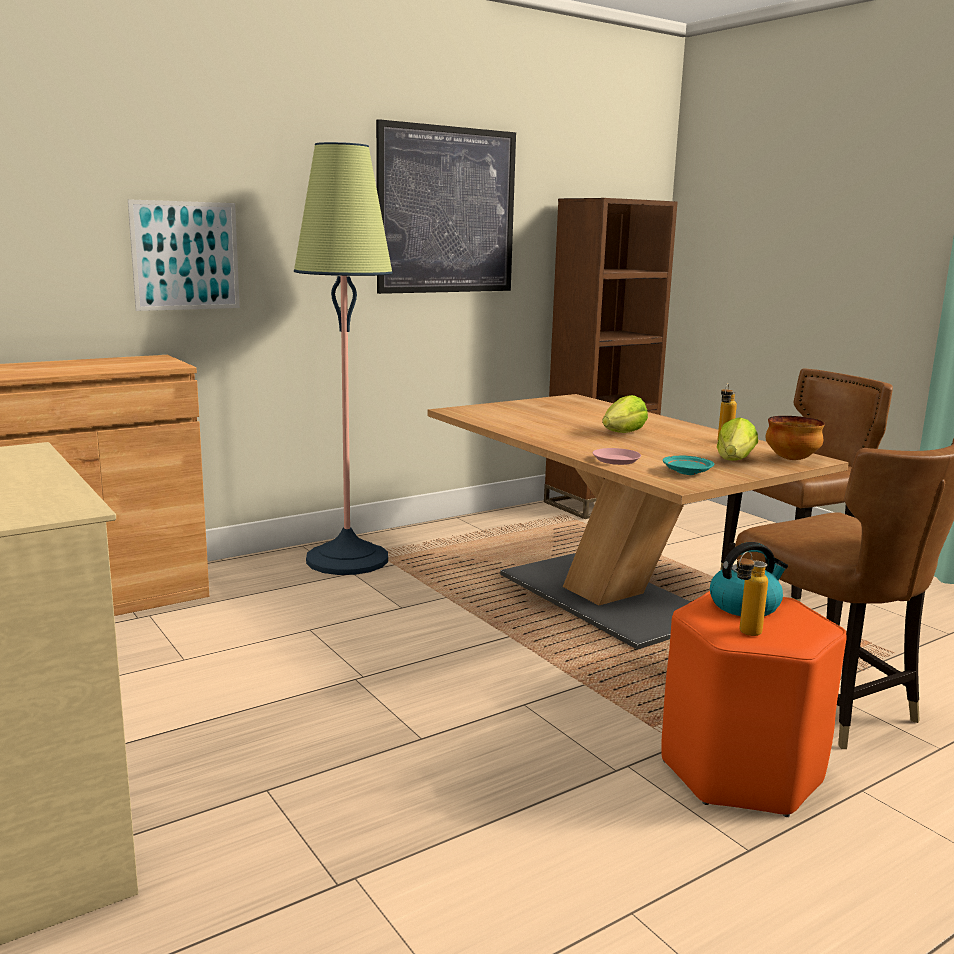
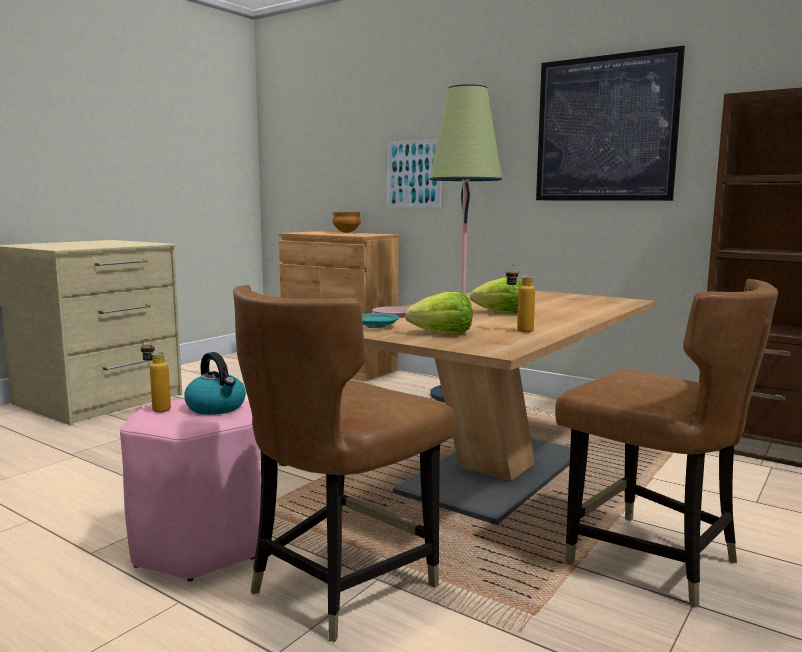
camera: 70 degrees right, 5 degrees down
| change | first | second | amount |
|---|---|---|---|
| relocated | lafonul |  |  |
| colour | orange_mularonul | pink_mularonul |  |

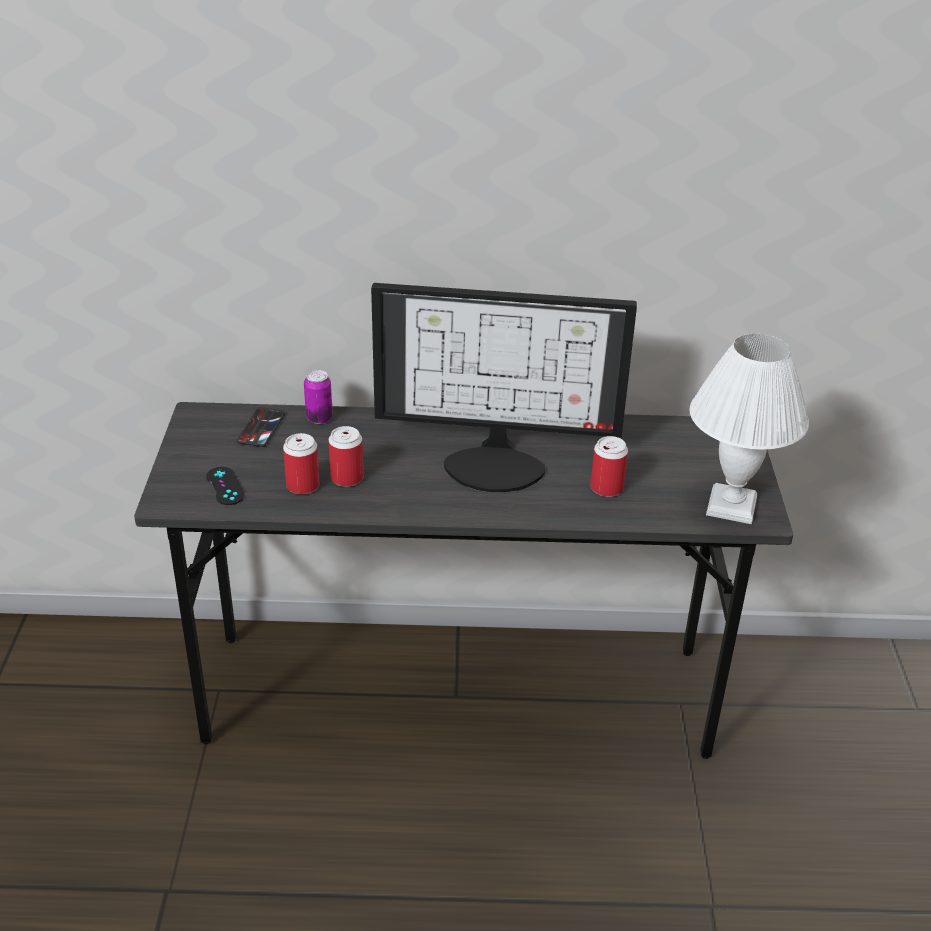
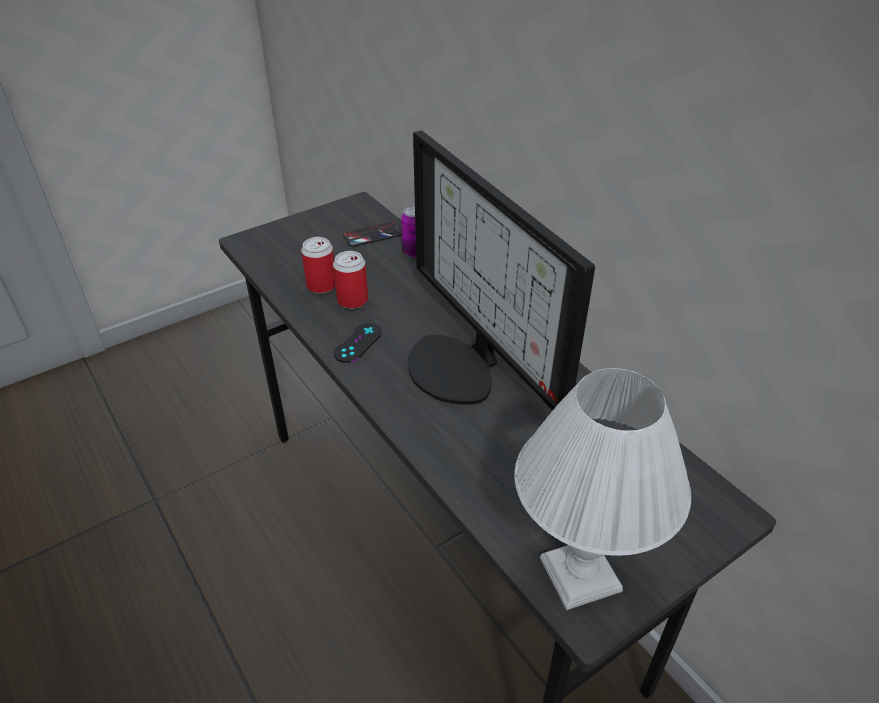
camera: 55 degrees right, 5 degrees up
| change | first | second | amount |
|---|---|---|---|
| missing | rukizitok (no. 4 from left) |  |  |
| relocated | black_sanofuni |  |  |

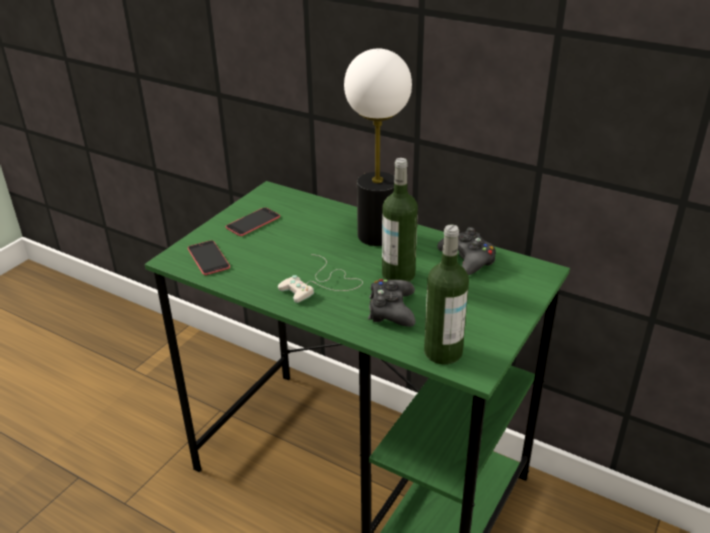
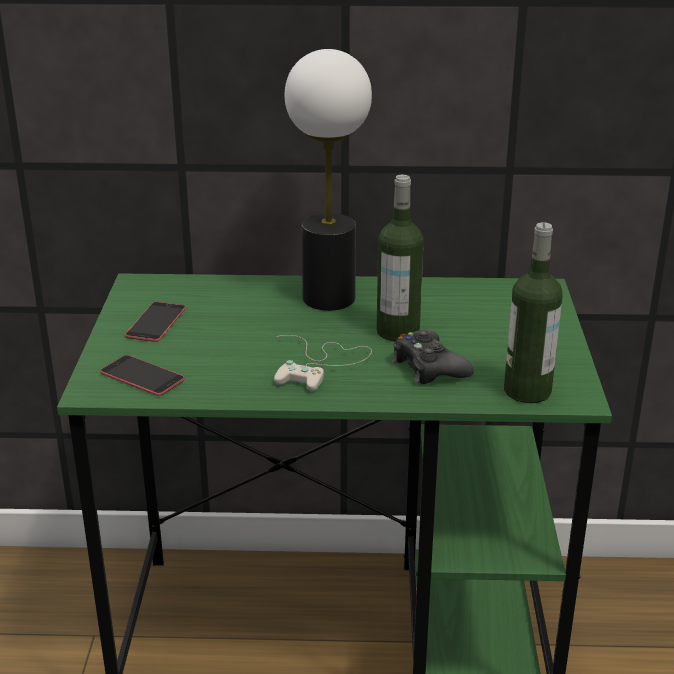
camera: 30 degrees left, 5 degrees down
| change | first | second | amount |
|---|---|---|---|
| missing | black_sanofuni (no. 2 from left) |  |  |

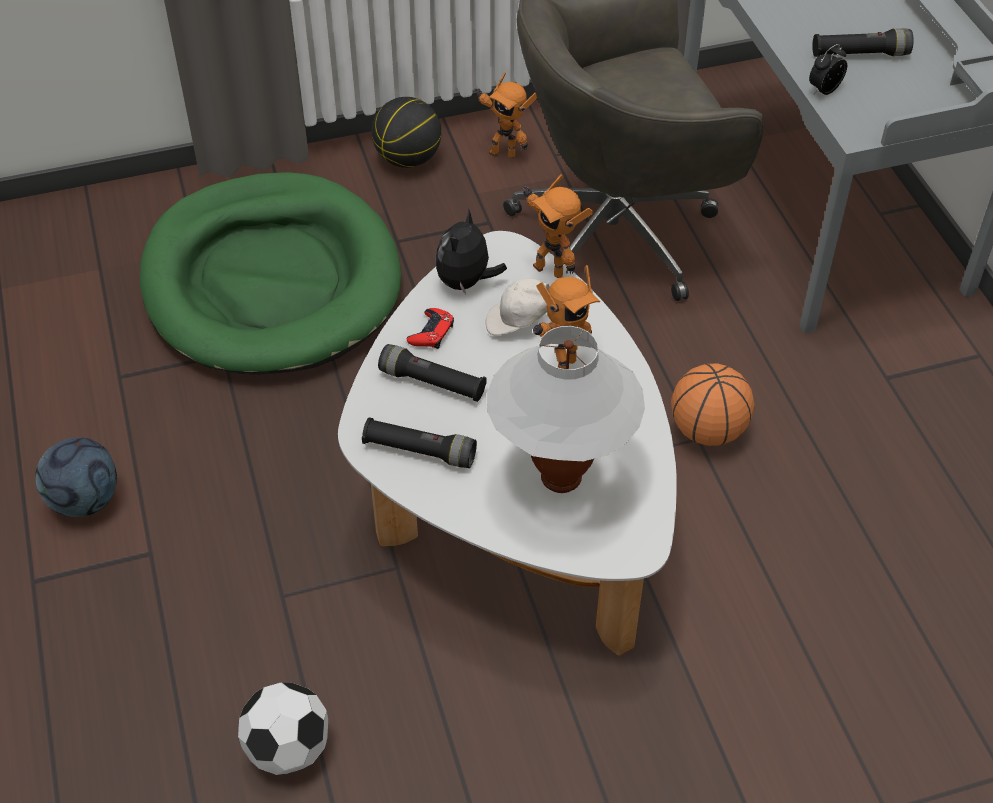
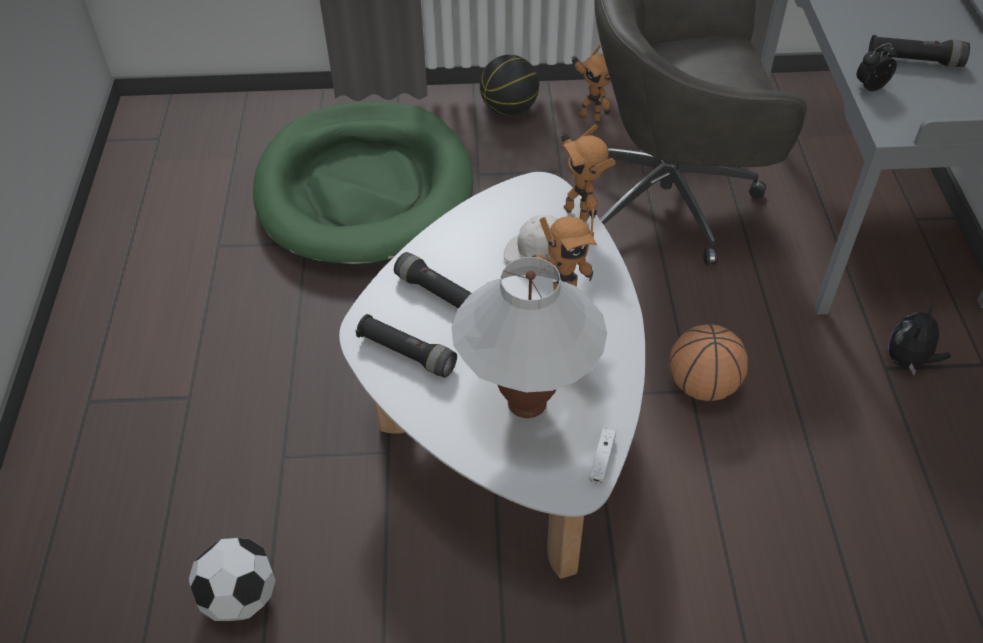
camera: 15 degrees right, 0 degrees up
| change | first | second | amount |
|---|---|---|---|
| relocated | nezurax |  |  |
| missing | red_sanofuni |  |  |
| missing | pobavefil (no. 1 from left) |  |  |
| appeared |  | white_sanofuni |  |

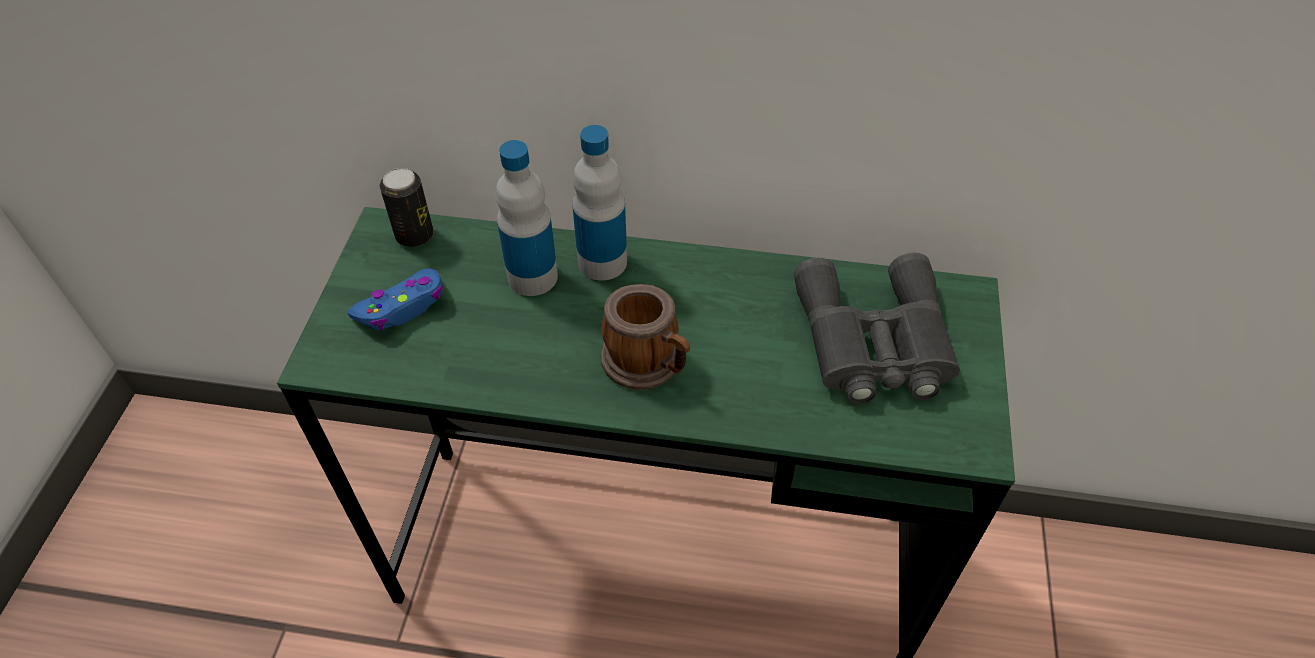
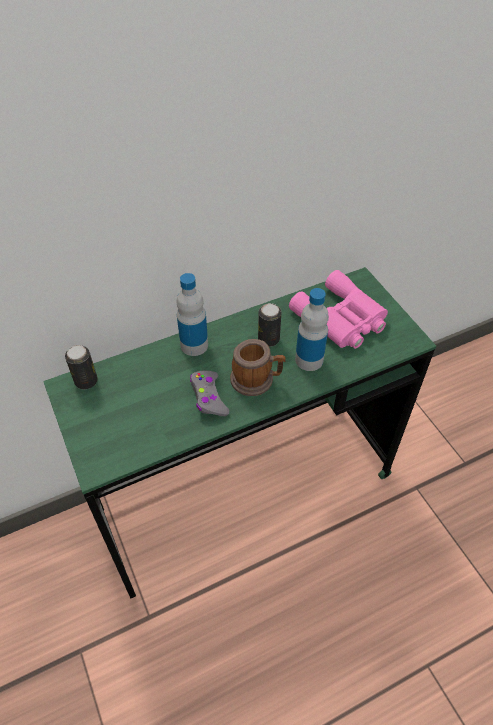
camera: 35 degrees left, 0 degrees up
| change | first | second | amount |
|---|---|---|---|
| relocated | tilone (no. 1 from left in the first image) | tilone (no. 2 from left) |  |
| colour | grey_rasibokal | pink_rasibokal |  |
| missing | blue_sanofuni |  |  |
| appeared |  | rukizitok (no. 2 from left) |  |
| appeared |  | grey_sanofuni |  |

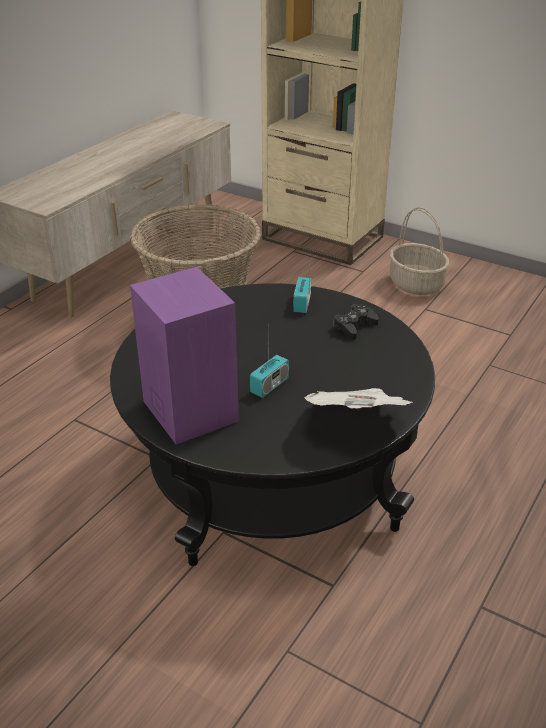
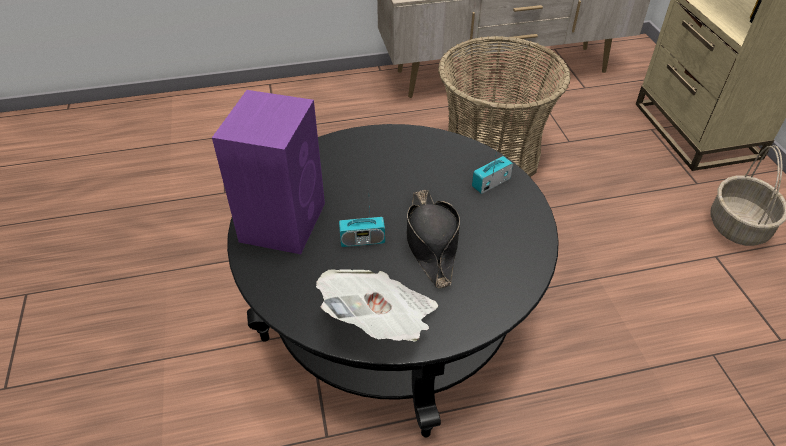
camera: 45 degrees right, 10 degrees up
| change | first | second | amount |
|---|---|---|---|
| missing | black_sanofuni |  |  |
| appeared |  | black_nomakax |  |

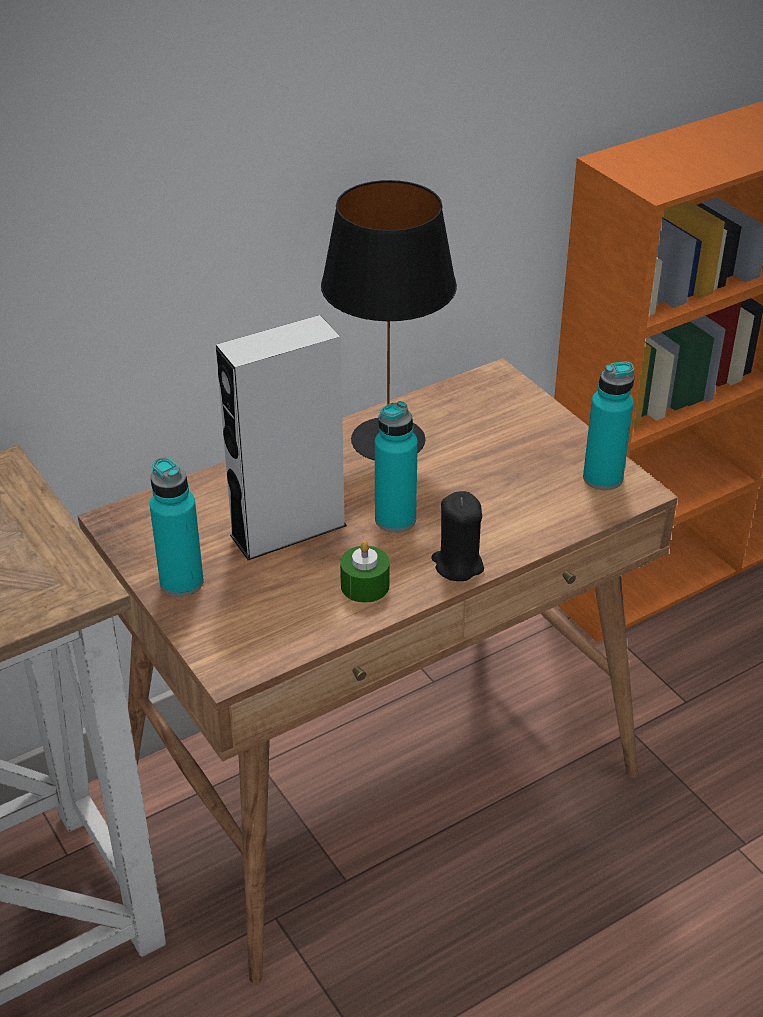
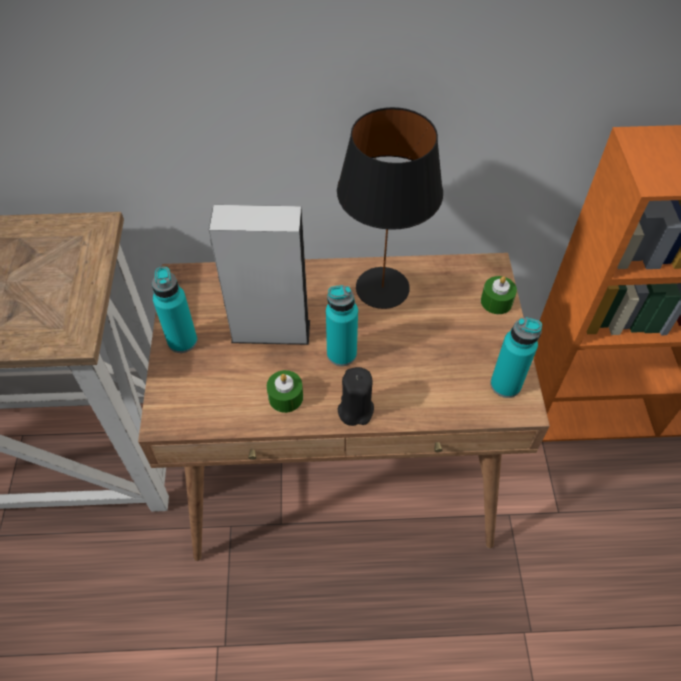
camera: 30 degrees right, 15 degrees up
| change | first | second | amount |
|---|---|---|---|
| appeared |  | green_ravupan (no. 2 from left) |  |

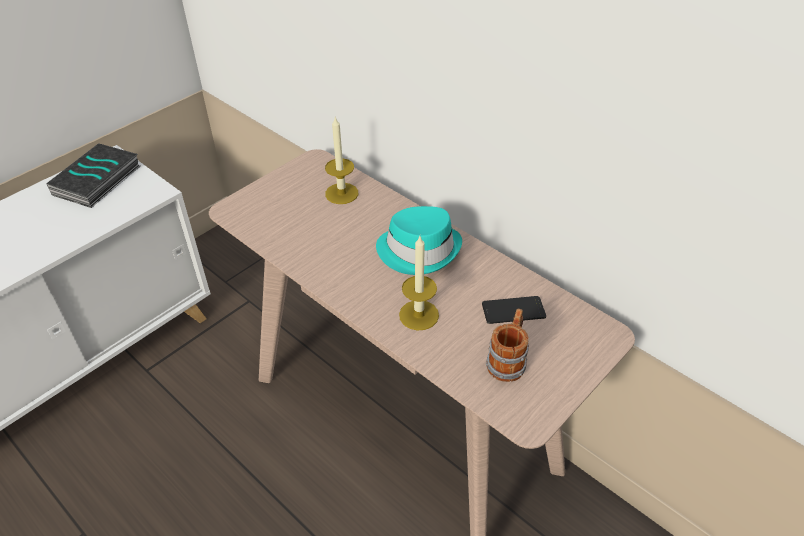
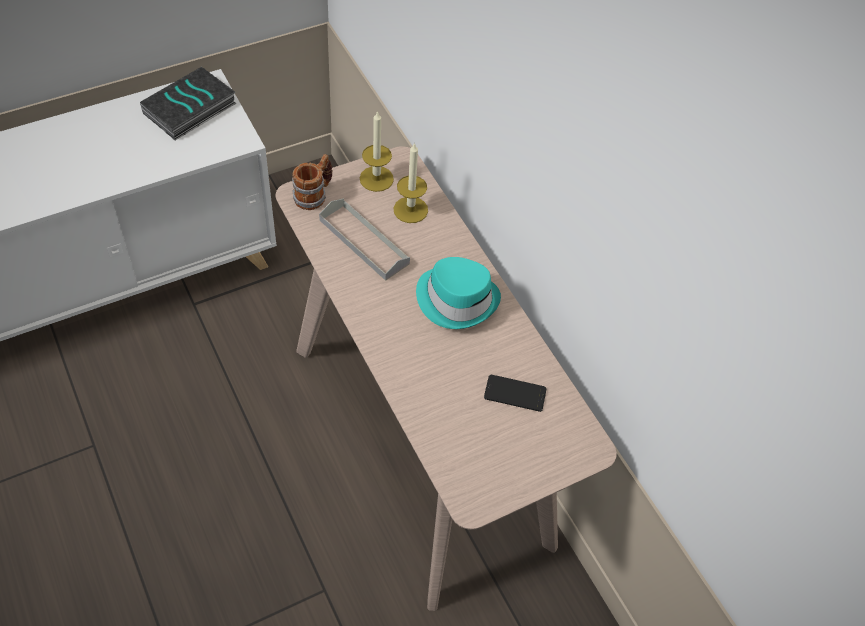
camera: 15 degrees right, 10 degrees up
| change | first | second | amount |
|---|---|---|---|
| relocated | ravupan (no. 2 from left in the first image) | ravupan (no. 1 from left) |  |
| relocated | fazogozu |  |  |
| appeared |  | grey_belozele |  |

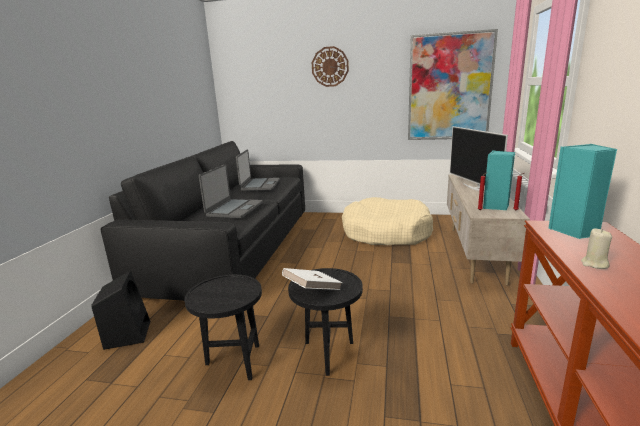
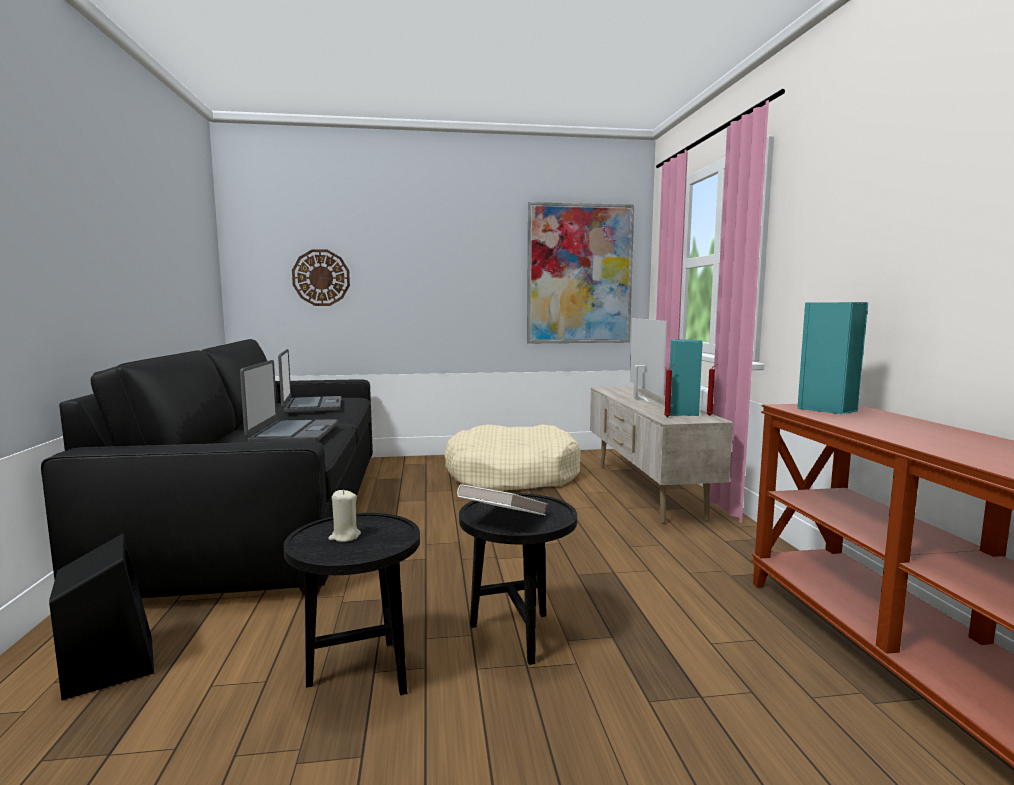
camera: 20 degrees left, 10 degrees down
| change | first | second | amount |
|---|---|---|---|
| relocated | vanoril |  |  |
| spun | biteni |  | 150 degrees counterclockwise |
| relocated | beige_ravupan |  |  |

